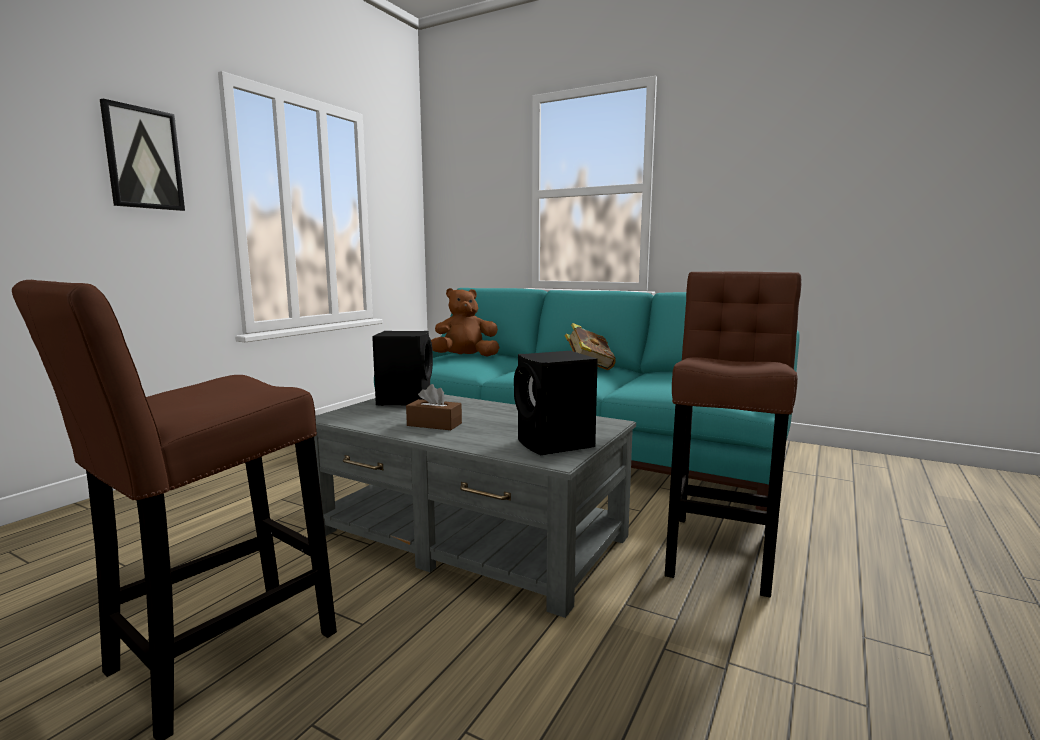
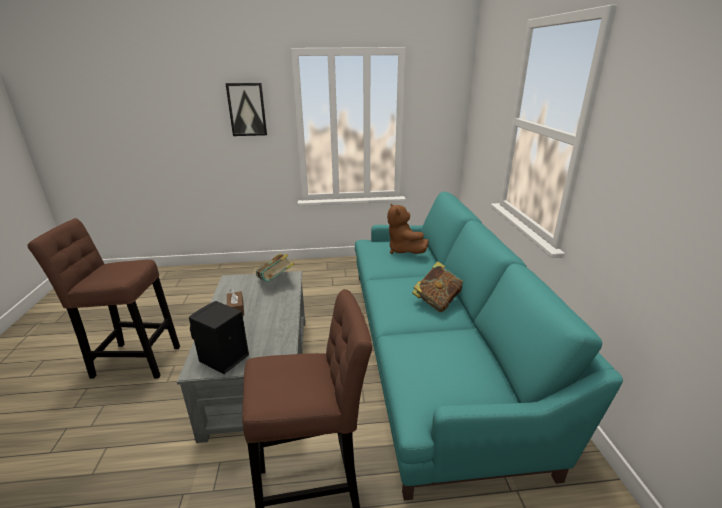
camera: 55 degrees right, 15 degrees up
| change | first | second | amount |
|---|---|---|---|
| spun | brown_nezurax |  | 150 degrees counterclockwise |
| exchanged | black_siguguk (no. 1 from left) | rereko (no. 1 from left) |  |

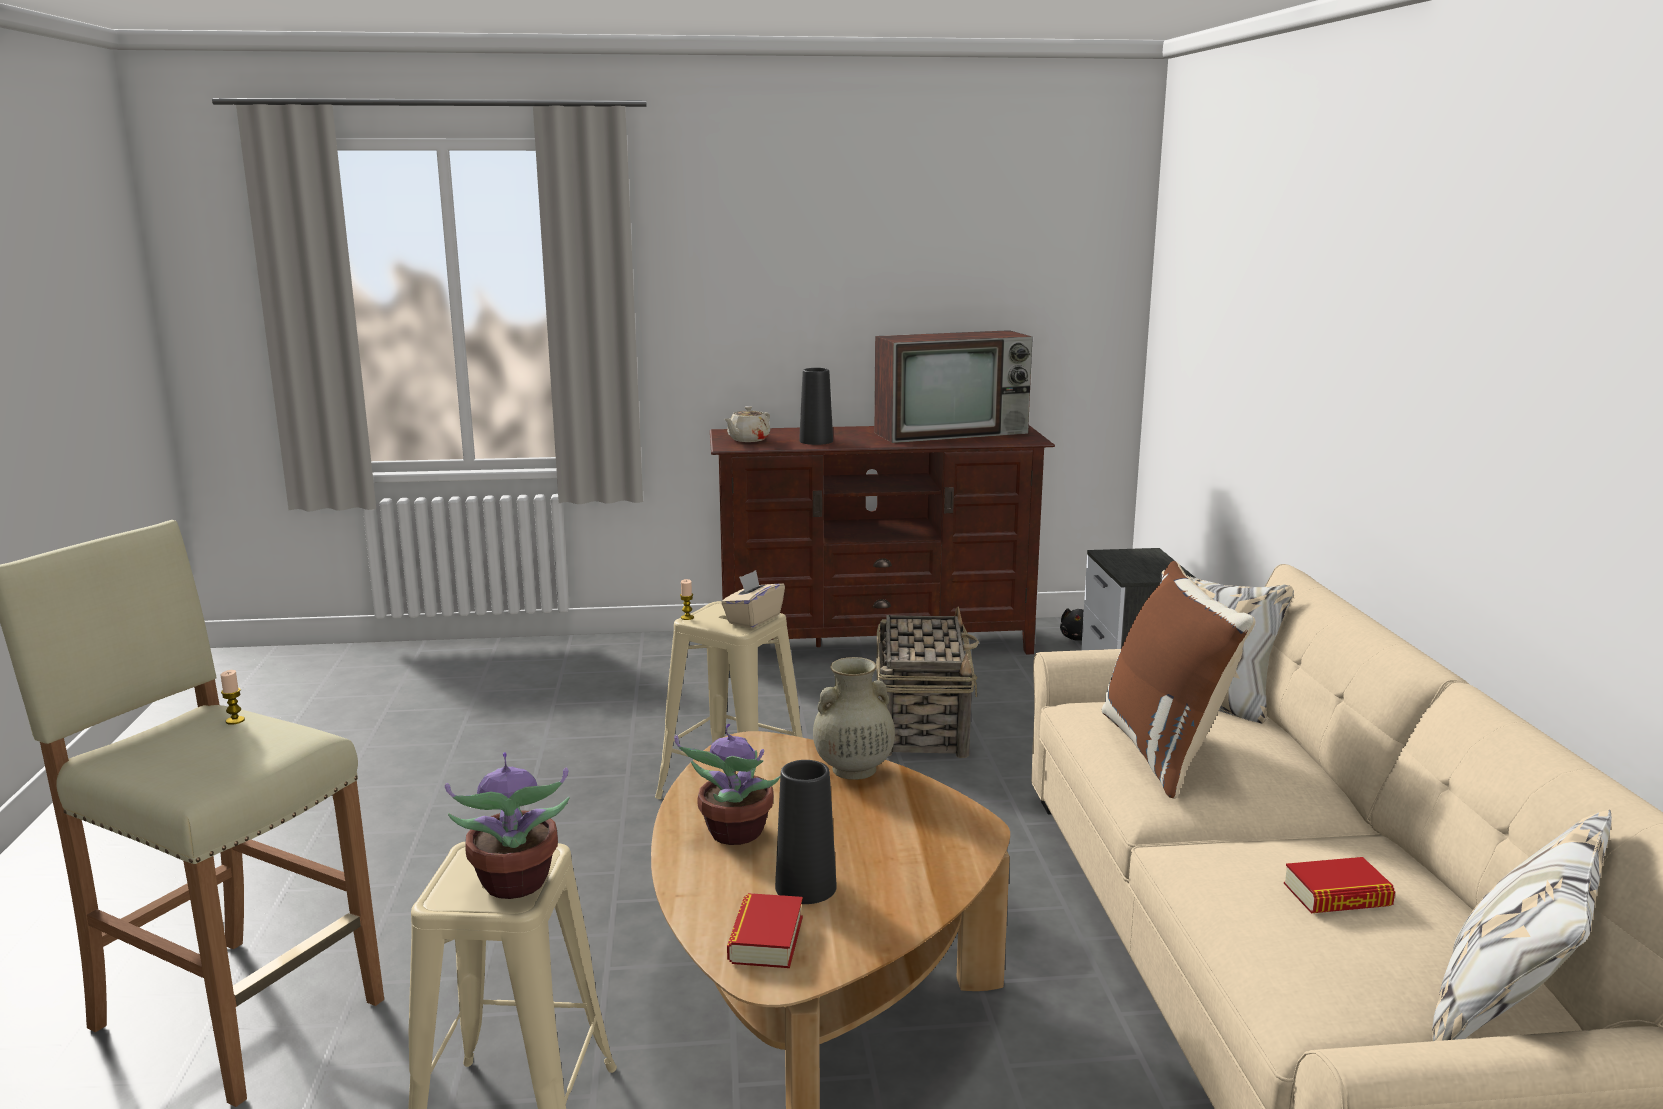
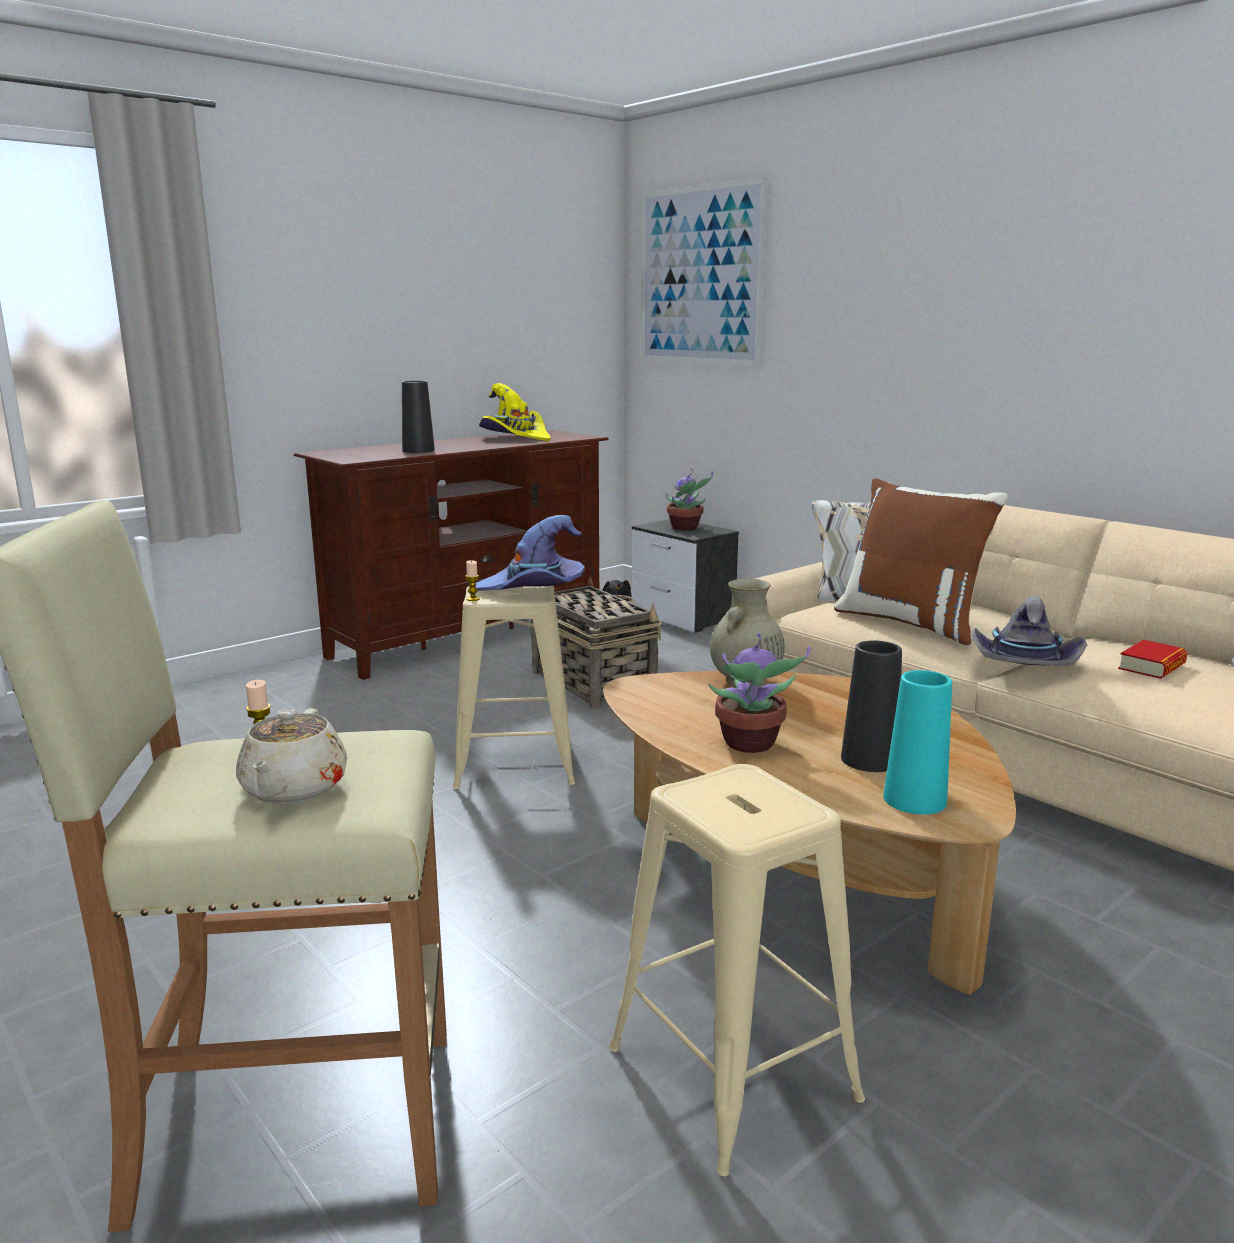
camera: 35 degrees left, 0 degrees up
| change | first | second | amount |
|---|---|---|---|
| exchanged | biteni | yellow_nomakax |  |
| relocated | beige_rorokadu |  |  |
| exchanged | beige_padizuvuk | purple_nomakax |  |
| relocated | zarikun (no. 1 from left) |  |  |
| exchanged | rereko (no. 1 from left) | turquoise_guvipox |  |
| appeared |  | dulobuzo |  |
| appeared |  | grey_nomakax |  |

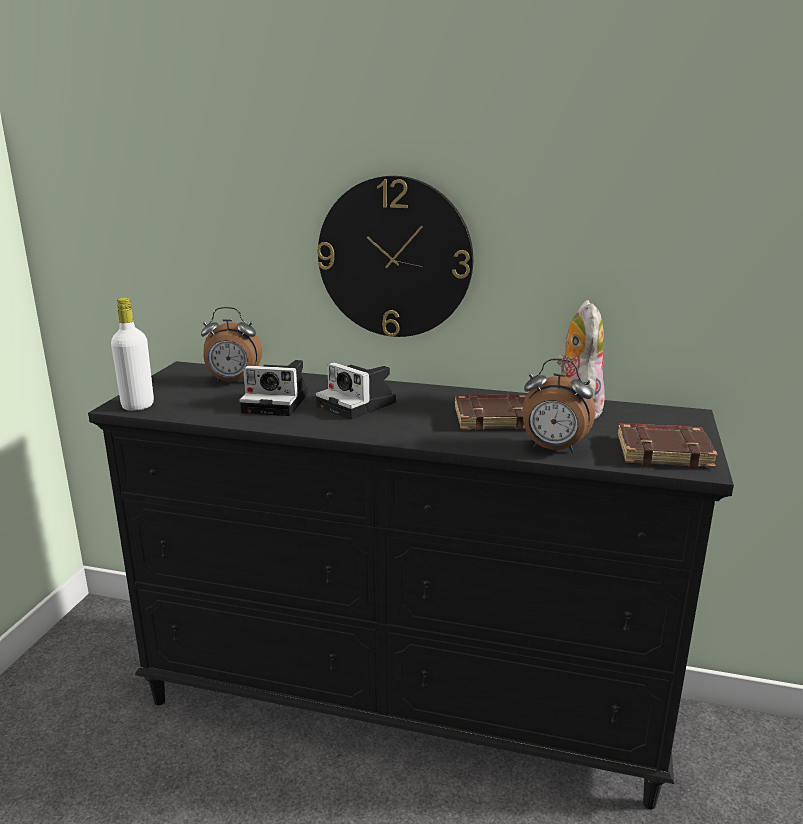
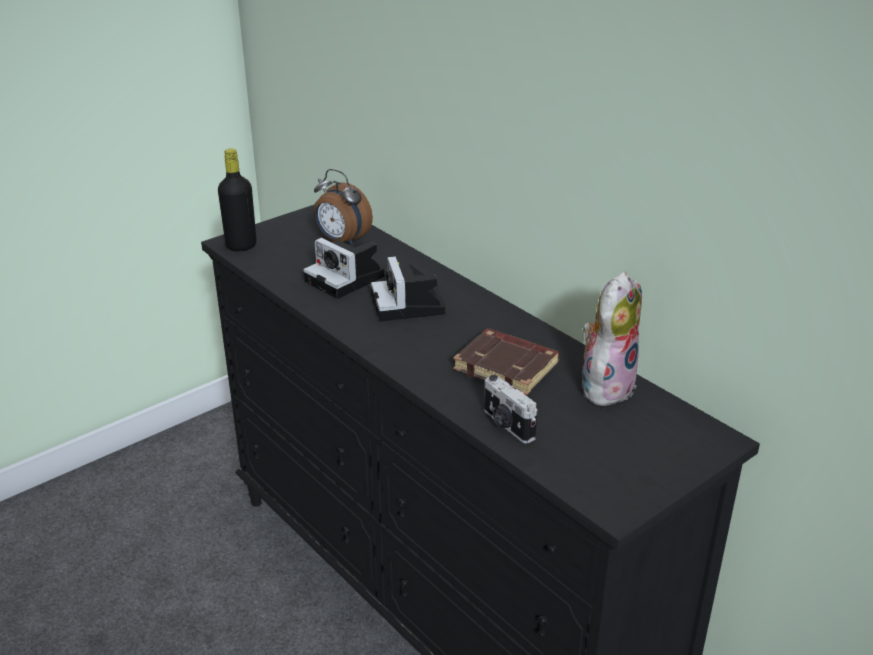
camera: 35 degrees right, 10 degrees up
| change | first | second | amount |
|---|---|---|---|
| missing | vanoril |  |  |
| colour | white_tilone | black_tilone |  |
| exchanged | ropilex (no. 2 from left) | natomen (no. 3 from left) |  |
| missing | brown_rereko (no. 2 from left) |  |  |

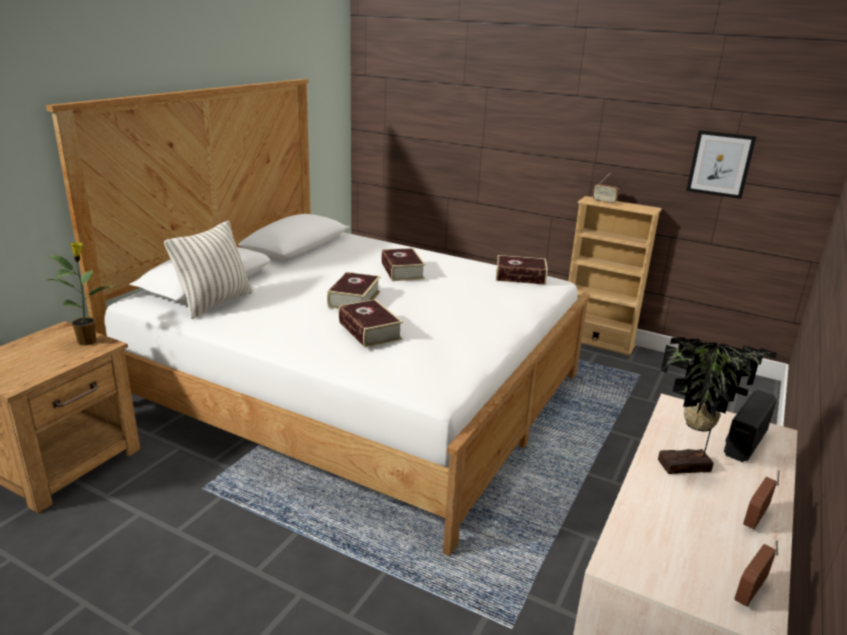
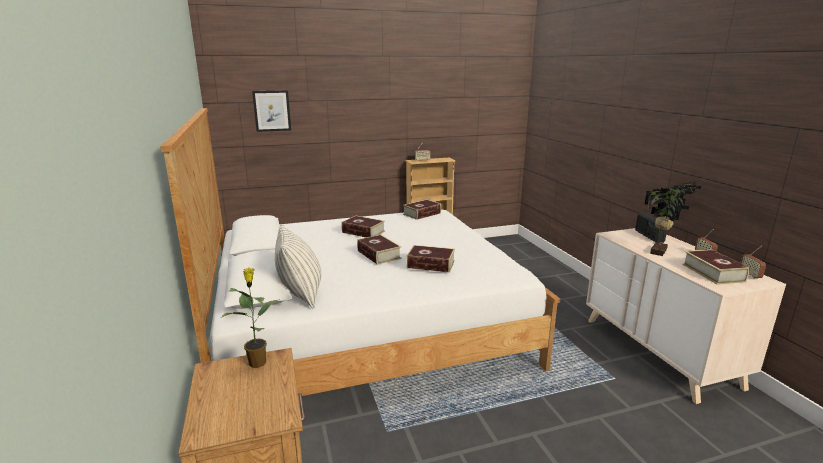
camera: 45 degrees left, 5 degrees down
| change | first | second | amount |
|---|---|---|---|
| relocated | dulobuzo |  |  |
| appeared |  | rereko (no. 5 from left) |  |

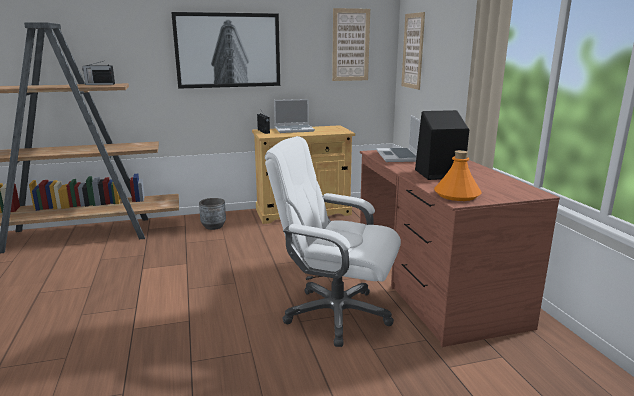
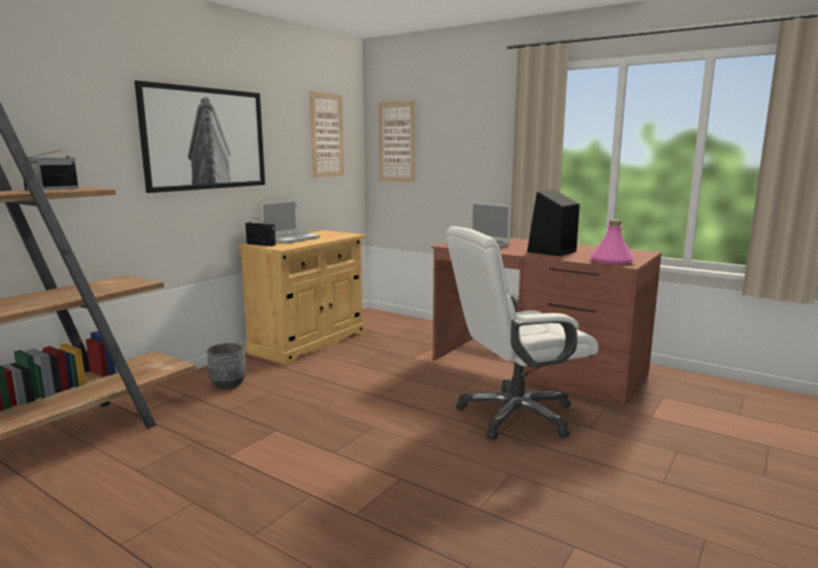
camera: 40 degrees left, 5 degrees down
| change | first | second | amount |
|---|---|---|---|
| colour | orange_tilone | pink_tilone |  |

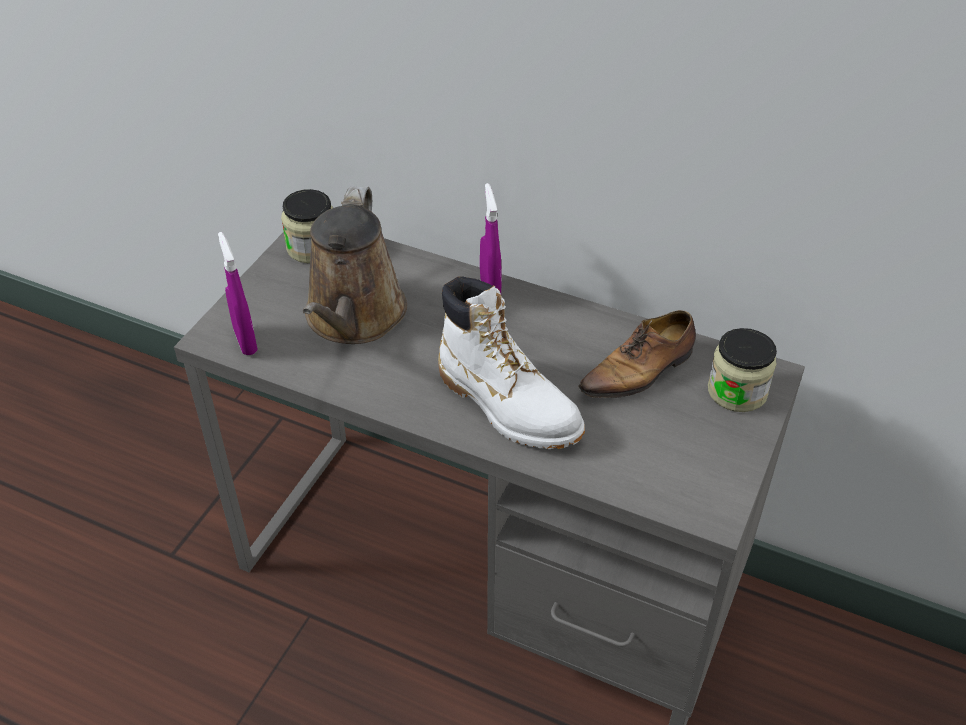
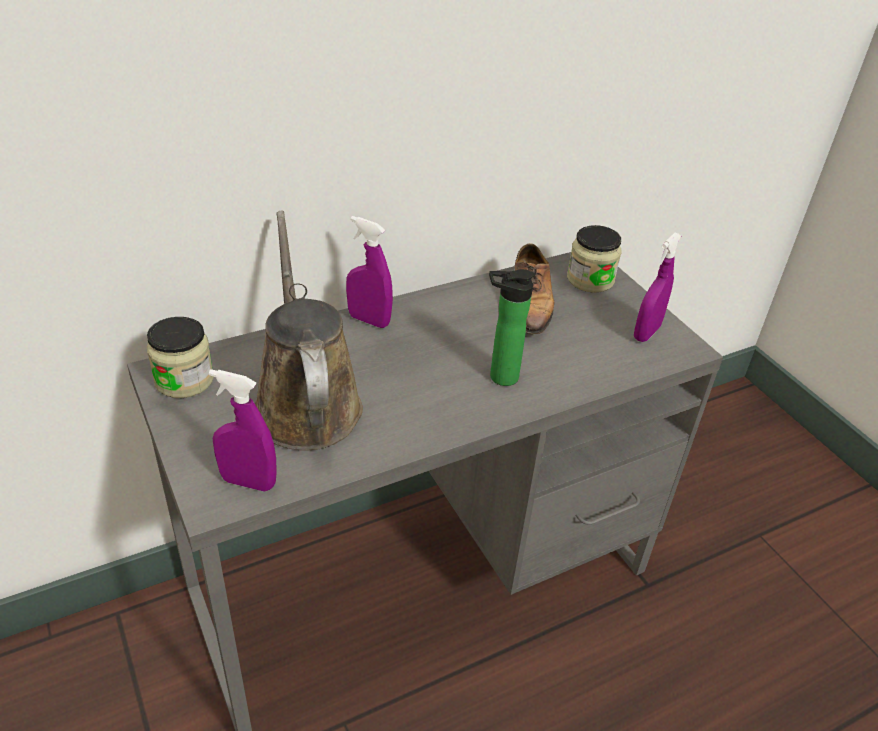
camera: 55 degrees left, 5 degrees down
| change | first | second | amount |
|---|---|---|---|
| spun | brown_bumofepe |  | 150 degrees counterclockwise |
| exchanged | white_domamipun | tilone |  |
| appeared |  | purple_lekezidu (no. 3 from left) |  |

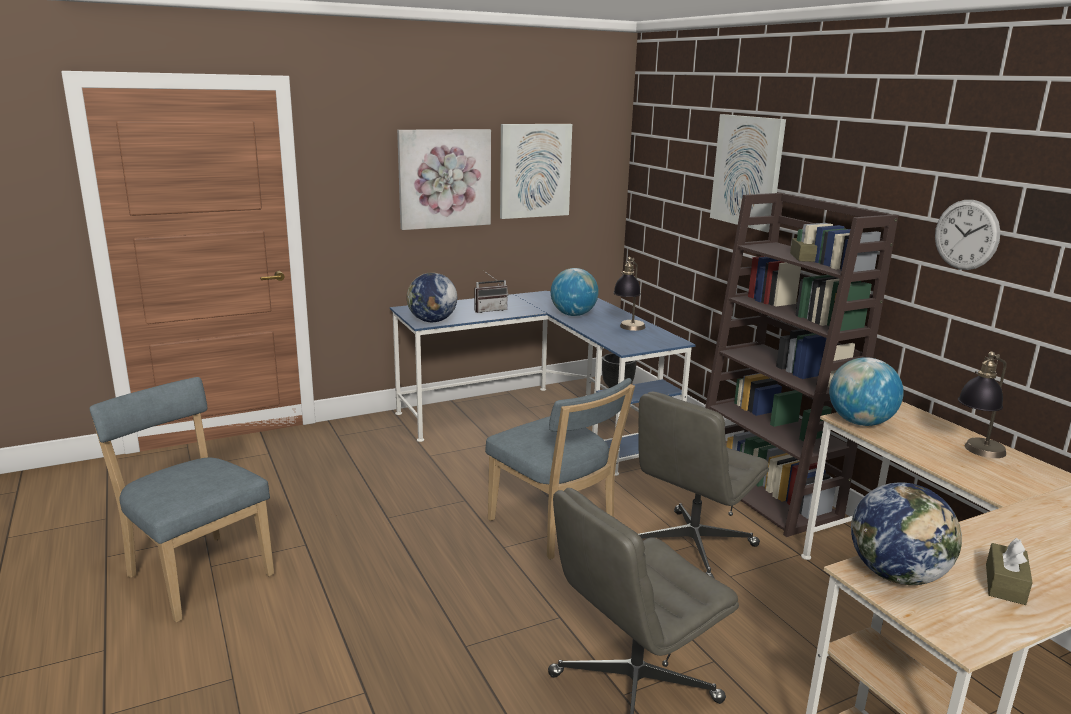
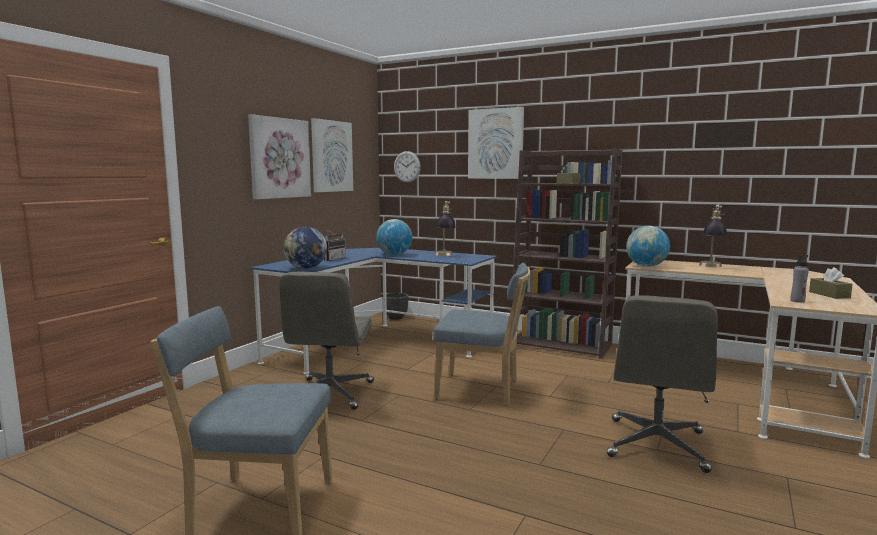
camera: 35 degrees left, 10 degrees down
| change | first | second | amount |
|---|---|---|---|
| relocated | vanoril |  |  |
| relocated | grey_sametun (no. 2 from left in the first image) | grey_sametun (no. 1 from left) |  |
| exchanged | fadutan (no. 4 from left) | grey_tilone |  |

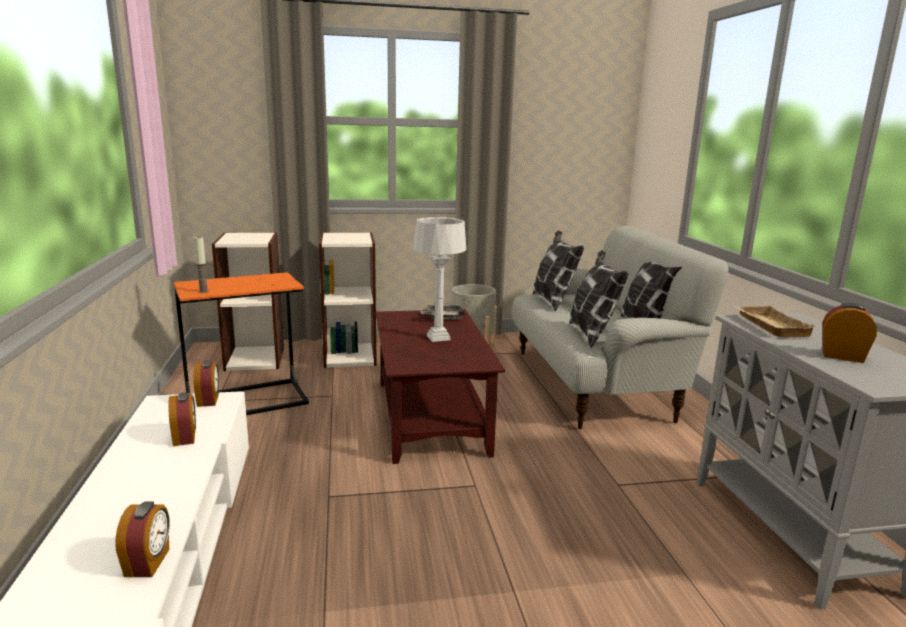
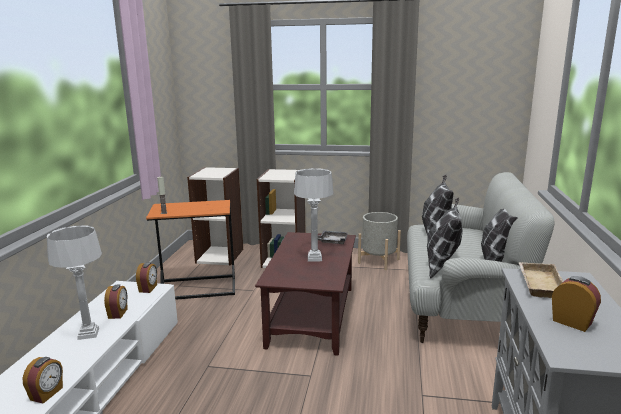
camera: 20 degrees right, 0 degrees up
| change | first | second | amount |
|---|---|---|---|
| appeared |  | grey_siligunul (no. 1 from left) |  |

